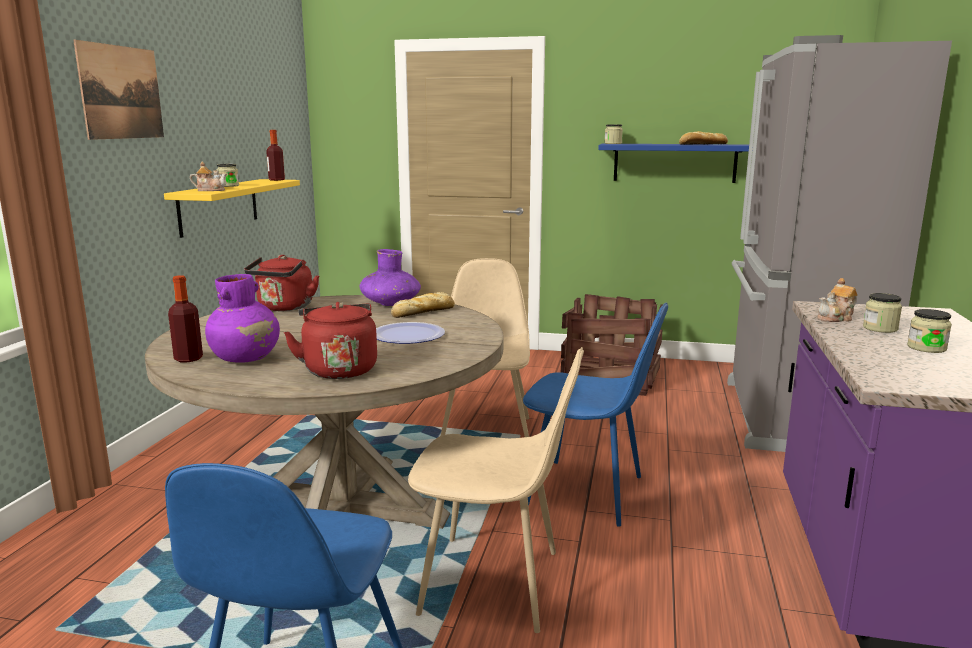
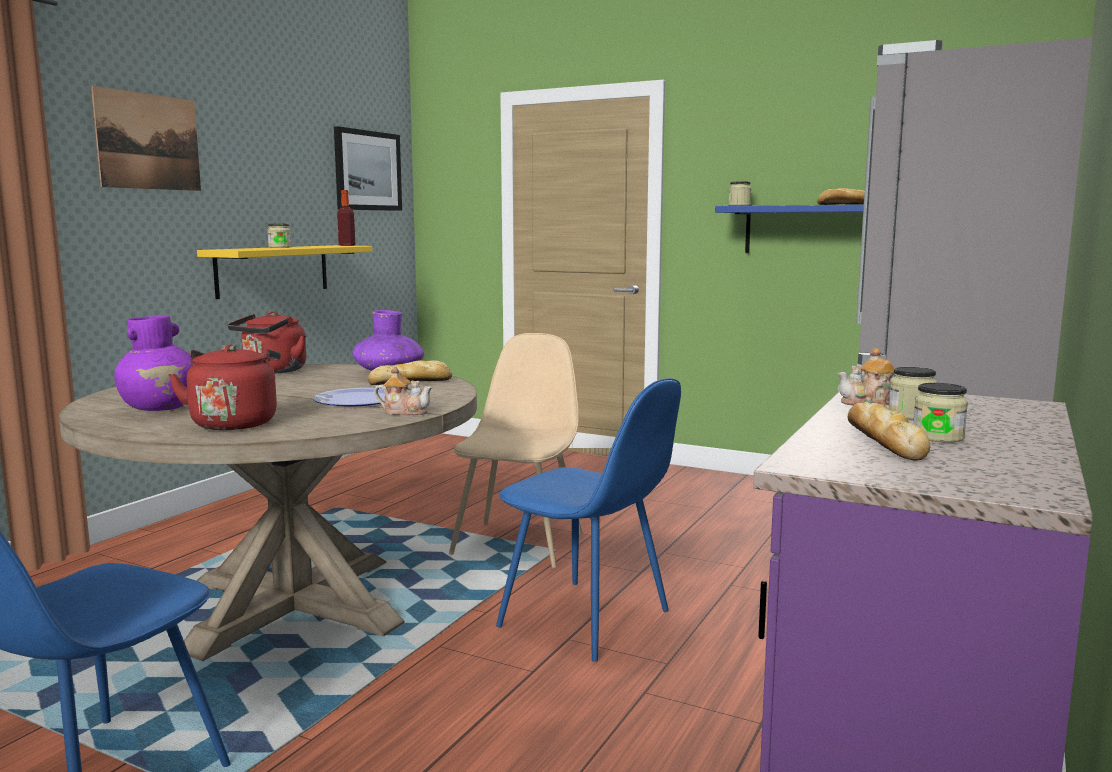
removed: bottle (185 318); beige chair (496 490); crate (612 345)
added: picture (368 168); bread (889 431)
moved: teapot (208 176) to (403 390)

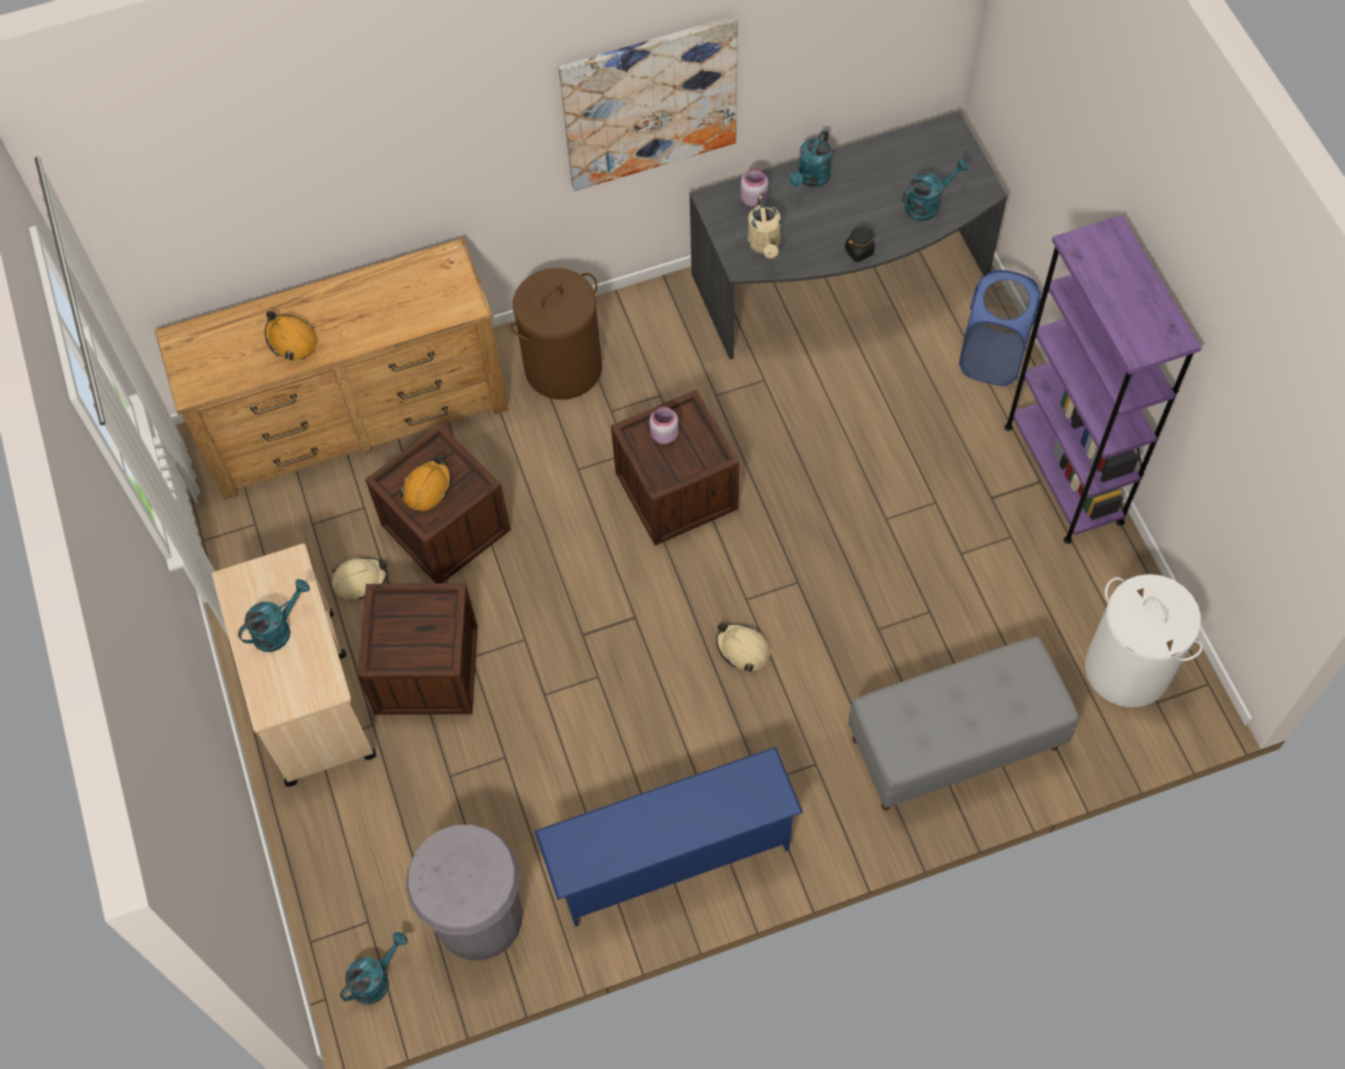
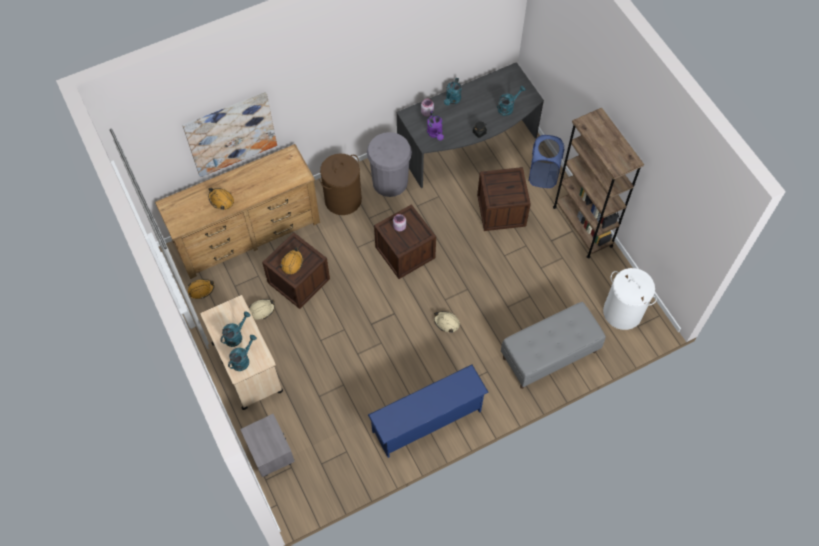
added: orange hard hat (201 289); grey nightstand (267 445)
moved: picture (648 103) to (229 134); turquoise watering can (374 968) to (242 353); grey trash can (464 892) to (389 164); crate (418 649) to (504 199)
recoloured: beige watering can (764 227) to purple watering can (435 125); purple bookcase (1103 379) to brown bookcase (598 183)

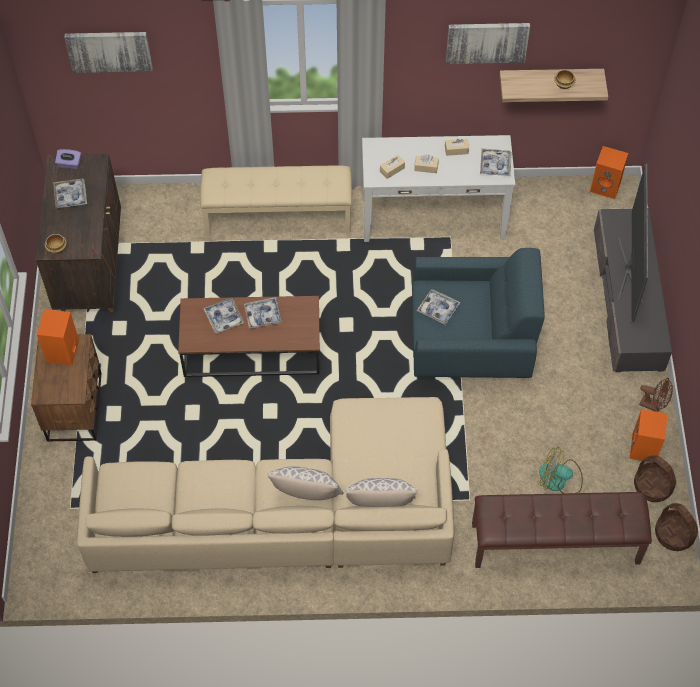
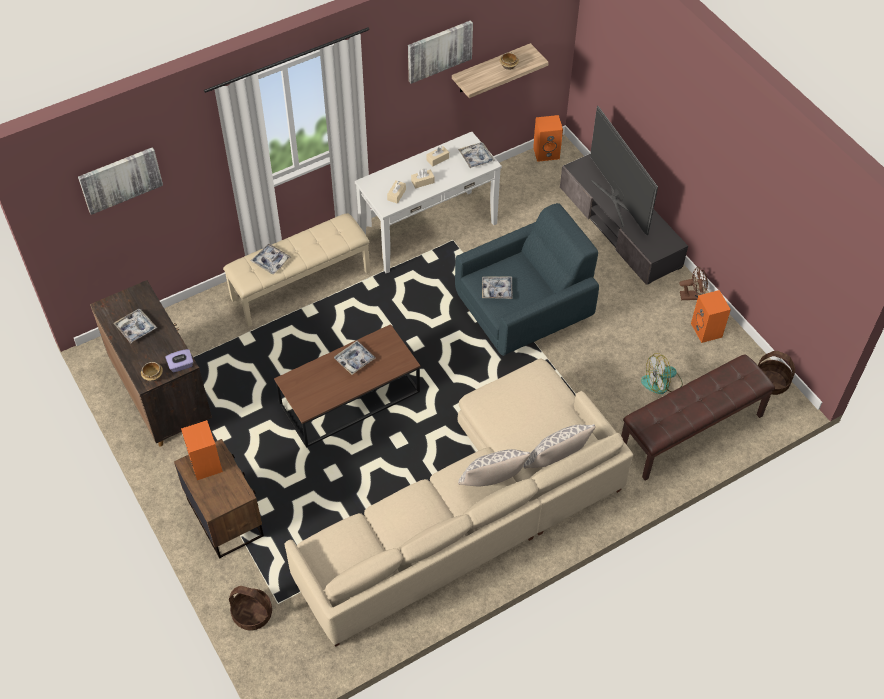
moved: purple tissue box (68 159) to (179 360); basket (655 479) to (250 608); tray (223 316) to (271 259)

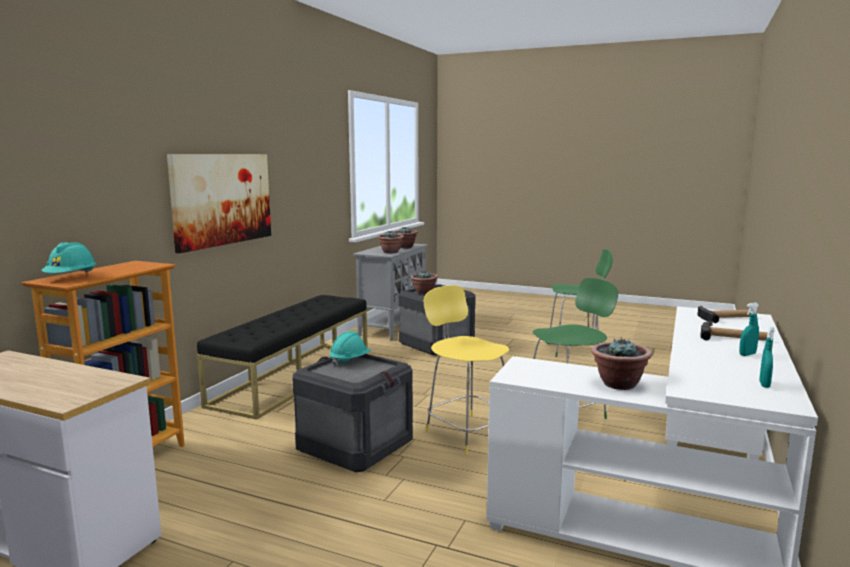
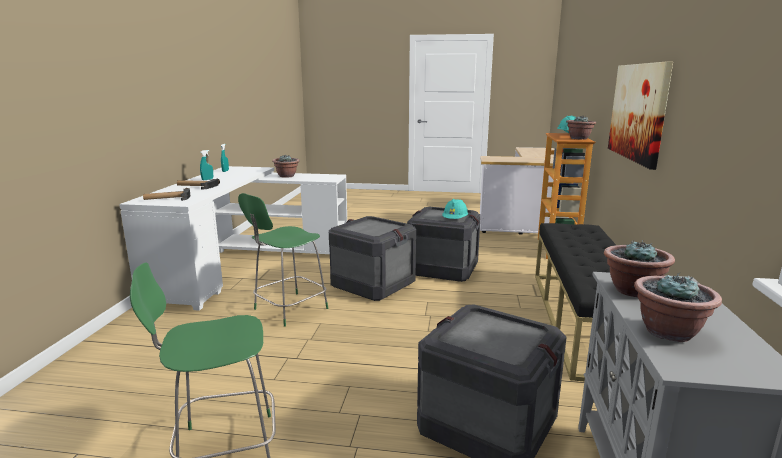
moved: potted plant (424 282) to (581 128)
replaced: yellow stool (467 370) to crate (372 258)

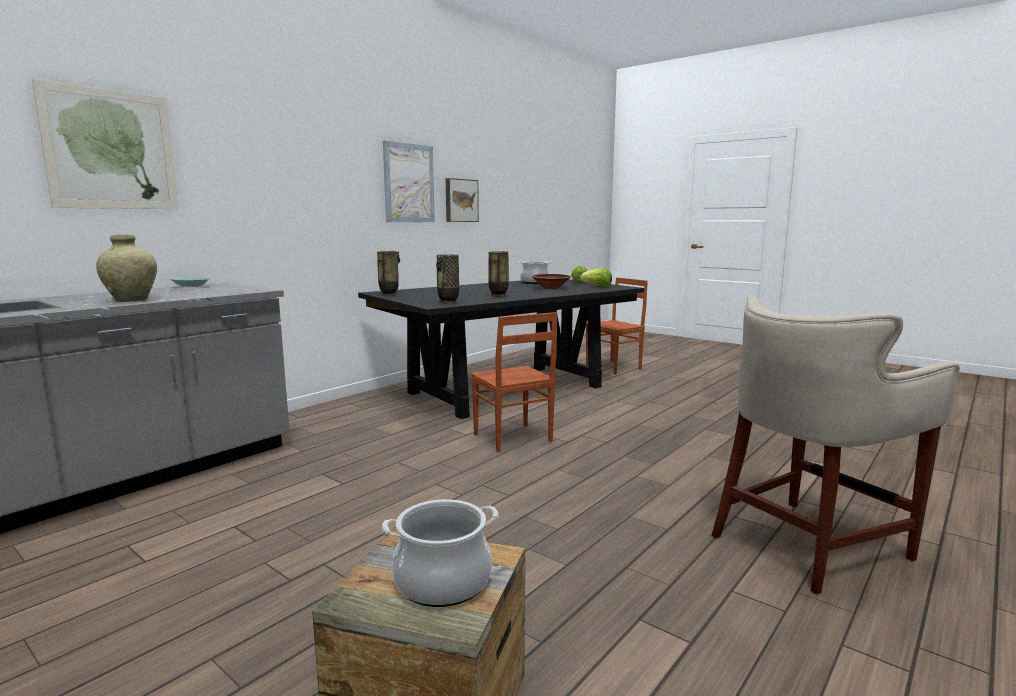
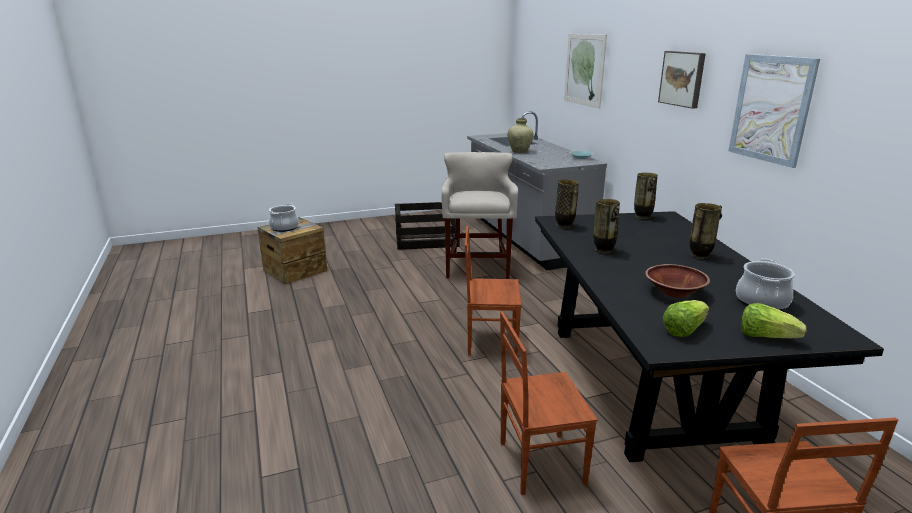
added: crate (427 226); brown chair (549 403); vase (706 231)
moved: beige stool (835 445) to (480 215); picture (462 200) to (682 80)

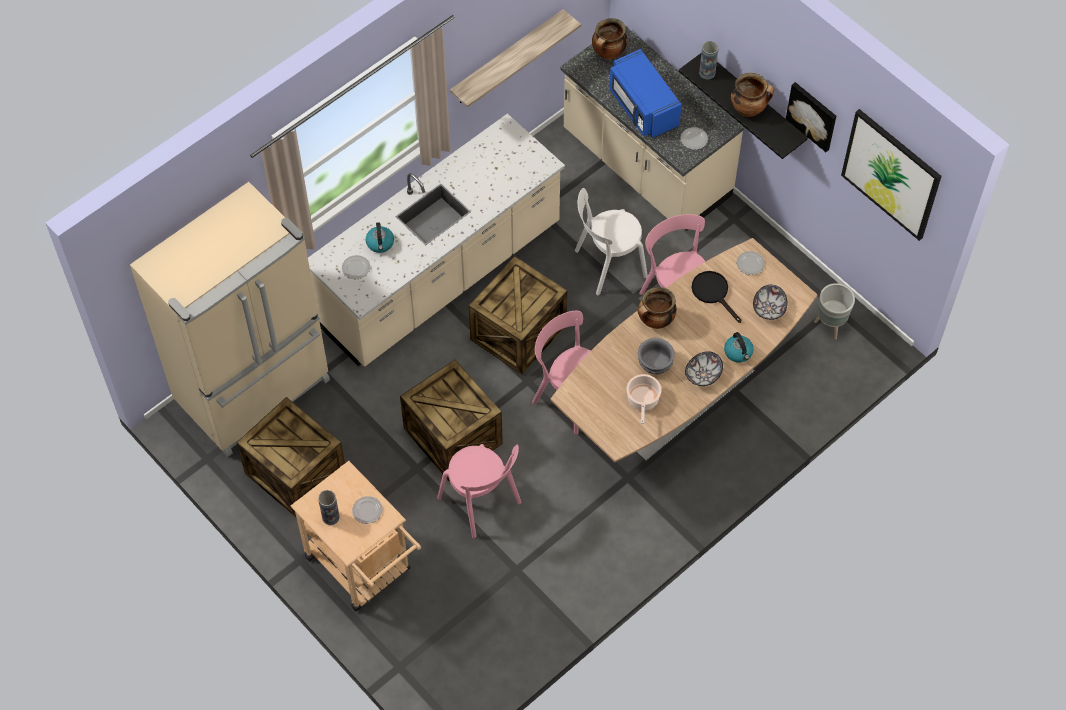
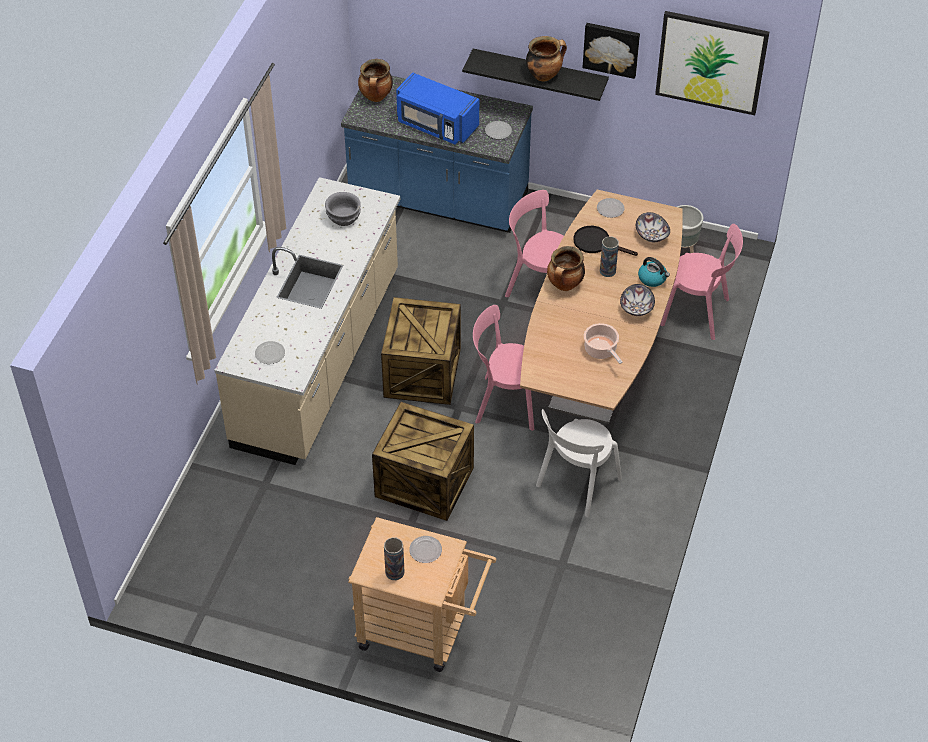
removed: beige fridge (230 319); crate (290 457); kettle (380 237); shelf (515 58)
moved: grey bowl (656 356) to (343 209); white chair (611 241) to (579 463); vase (709 60) to (609 256); pink chair (479 491) to (701 282)
recoloured: beige counter (652 128) to blue counter (437 154)

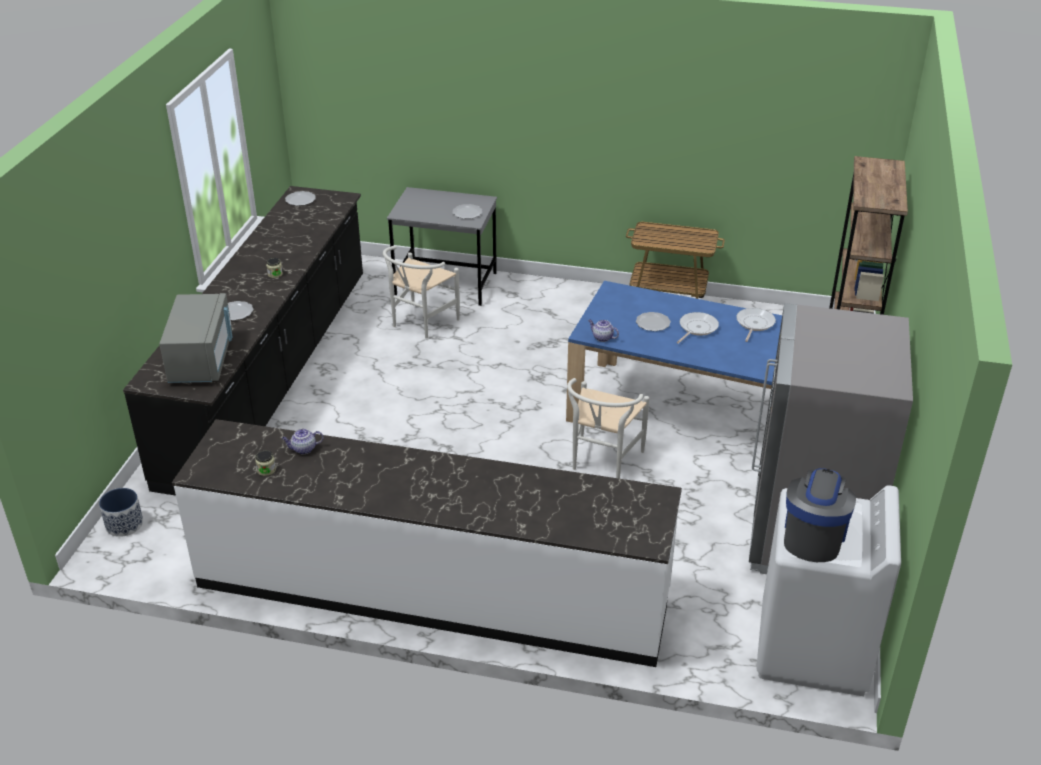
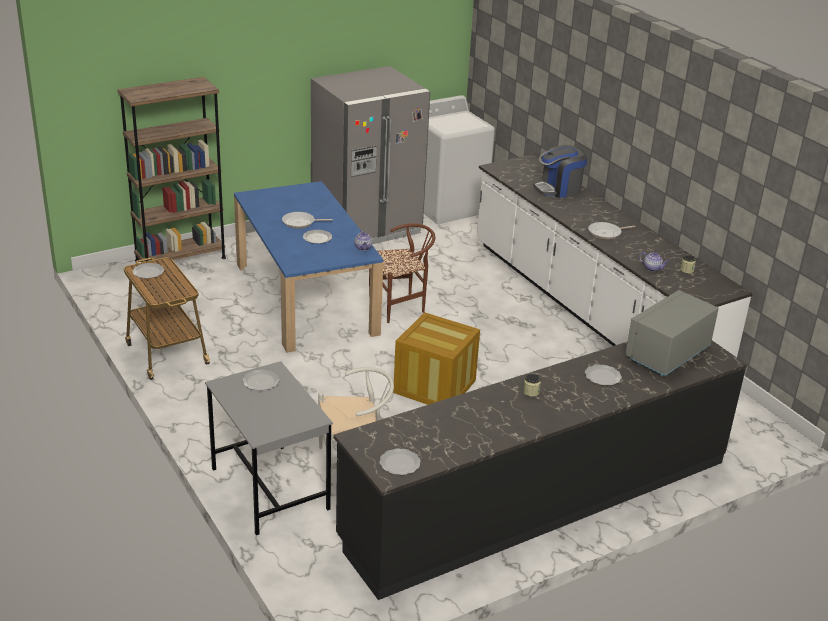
removed: planter (121 512)
added: plate (148 271); crate (436 358)
moved: coffee machine (820 515) to (560 171); frying pan (756 325) to (612 230)
recoloured: white chair (608 428) to brown chair (402 273)

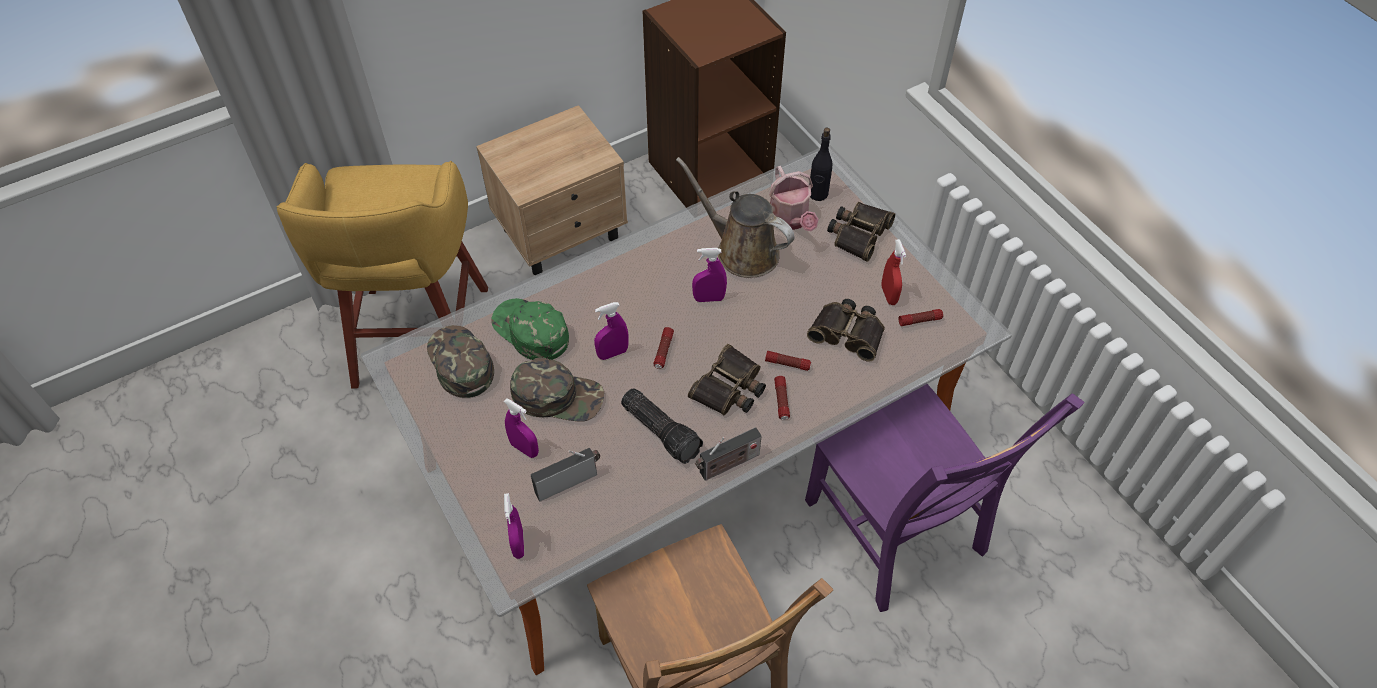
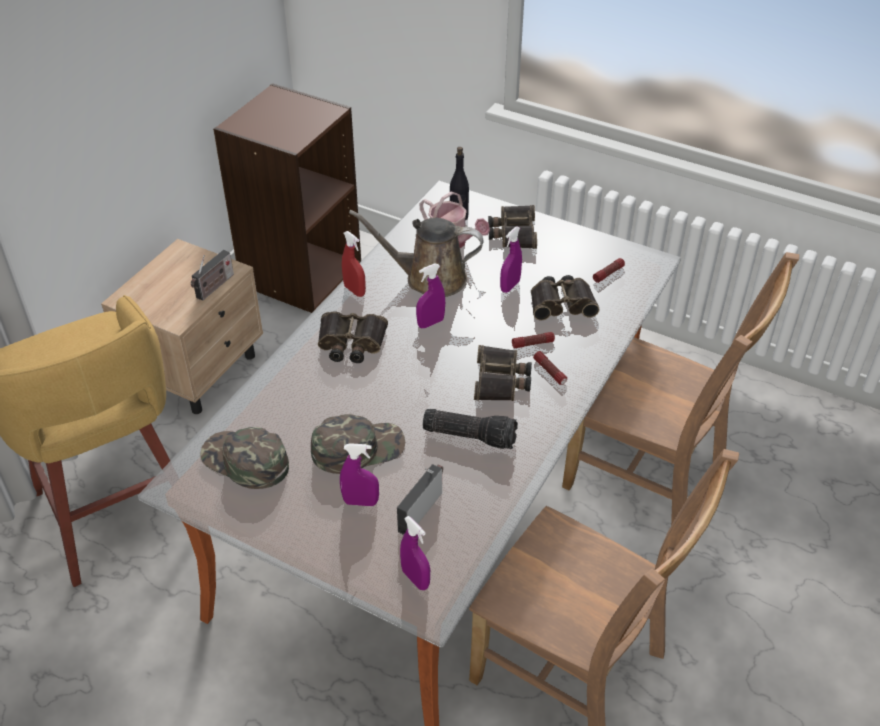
removed: green cap (530 329); flashlight (663 348)
added: binoculars (353 337)
moved: radio (728 454) to (212 275); red spray bottle (893 272) to (354 264); purple spray bottle (611 331) to (511 259)
recoloured: purple chair (945 498) to brown chair (680 388)

